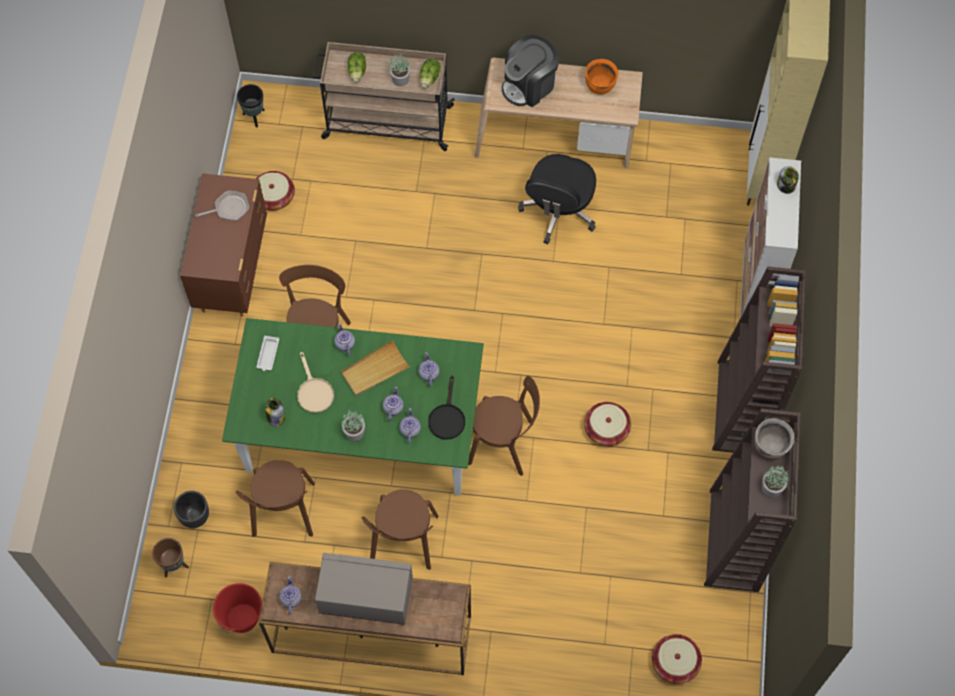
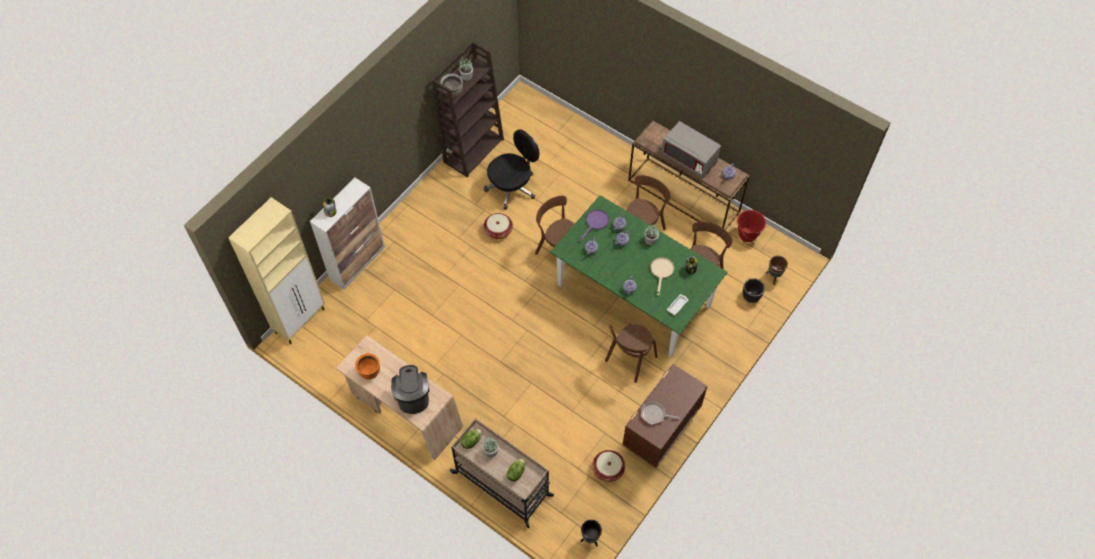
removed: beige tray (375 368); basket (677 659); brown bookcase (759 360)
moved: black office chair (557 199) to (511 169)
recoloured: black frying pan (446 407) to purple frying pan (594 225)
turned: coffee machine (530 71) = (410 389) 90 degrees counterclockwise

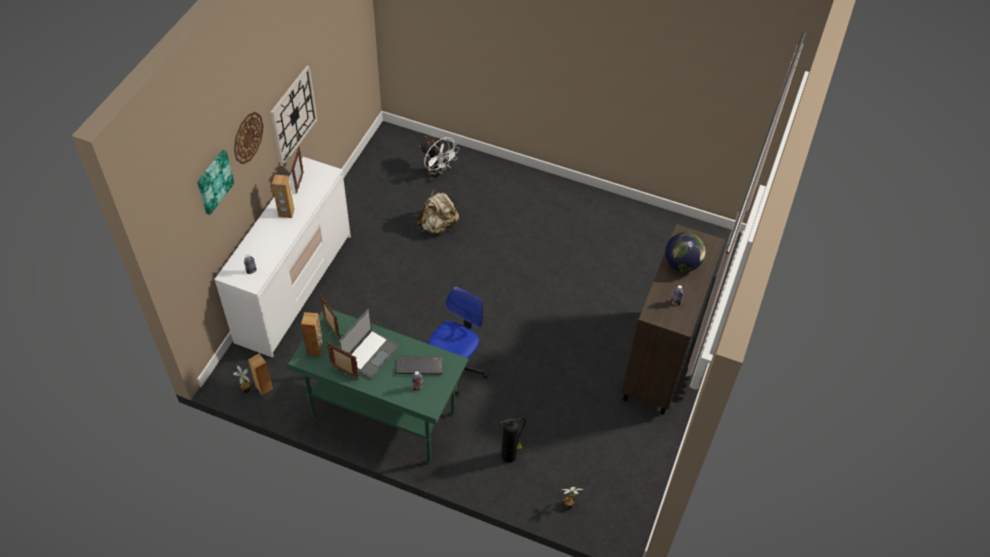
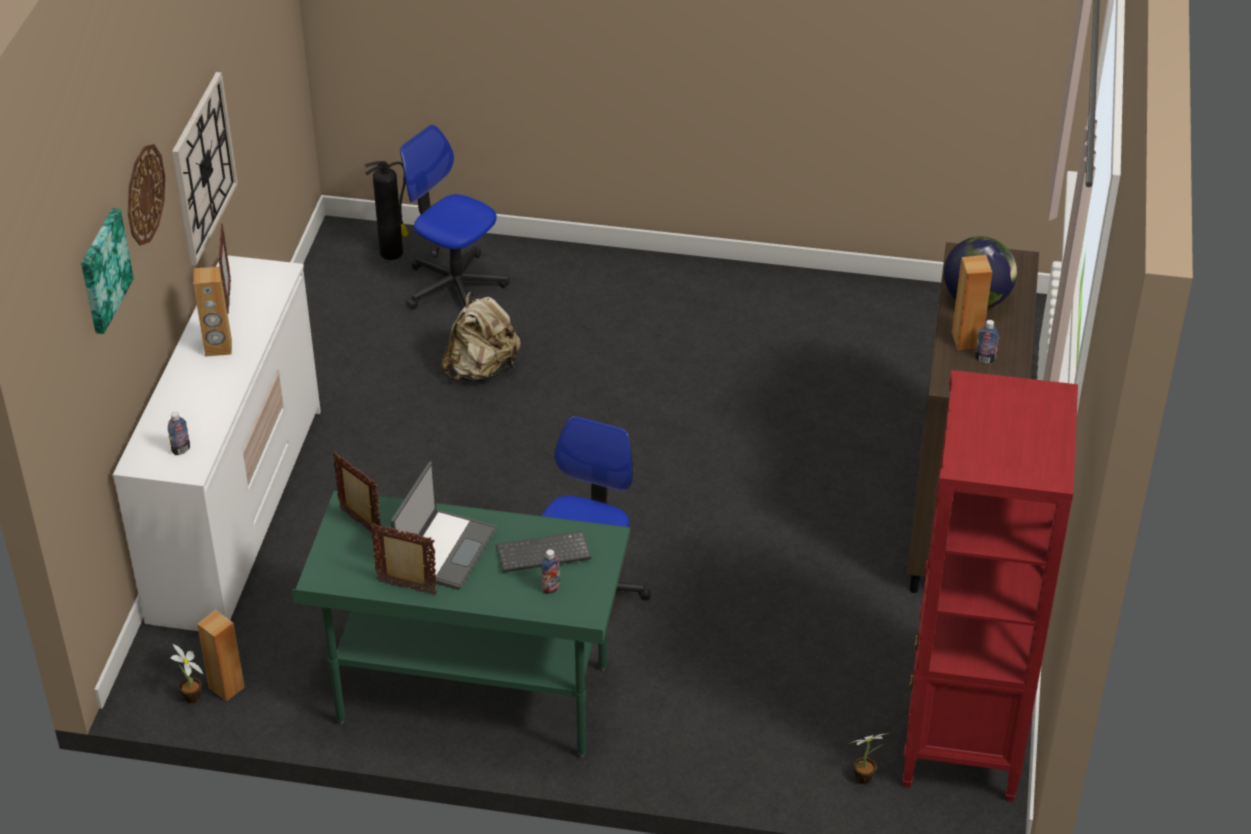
added: red bookcase (990 586)
moved: fire extinguisher (512 440) to (386 210); brown speaker (312 334) to (972 302)
replaced: white fan (439 159) to office chair (455 217)

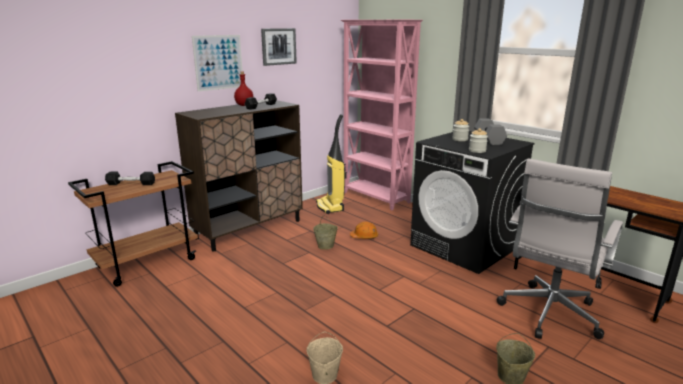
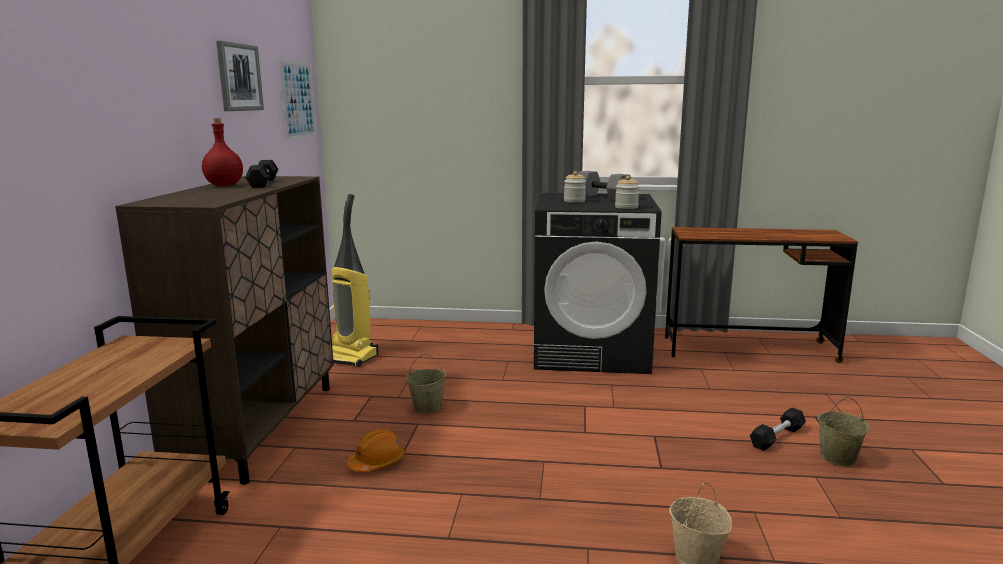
removed: pink bookcase (382 115); white office chair (560 249)
moved: picture (217 63) to (297 100); orange hard hat (364 230) to (375 450); black dumbbell (130 178) to (778 429)

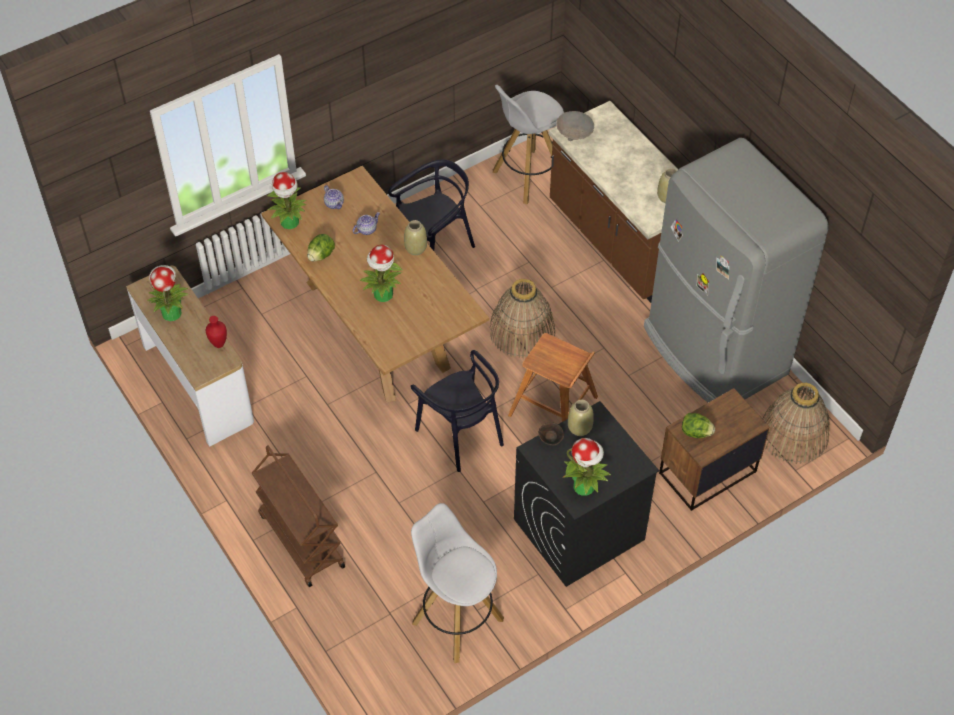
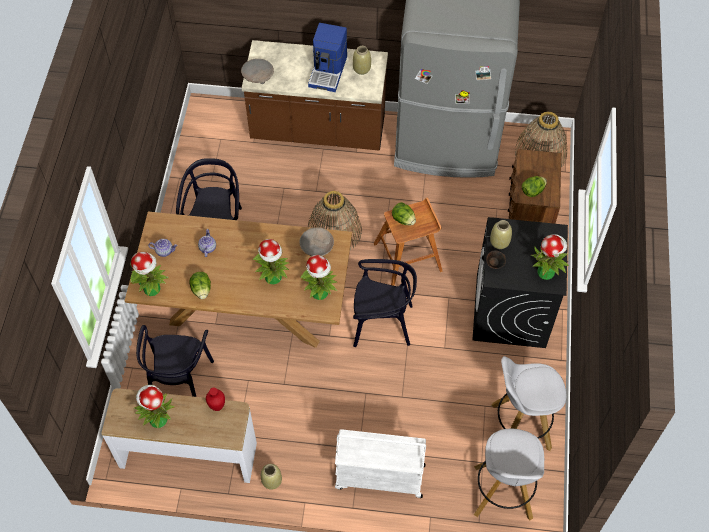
added: black chair (175 361); beige bowl (316 242); potted plant (319 277); coffee machine (327 57); lettuce (404 214)
moved: beige vase (415 237) to (271 477); white stool (528 144) to (509 474)
recoloured: brown cart (298 516) to white cart (380 463)

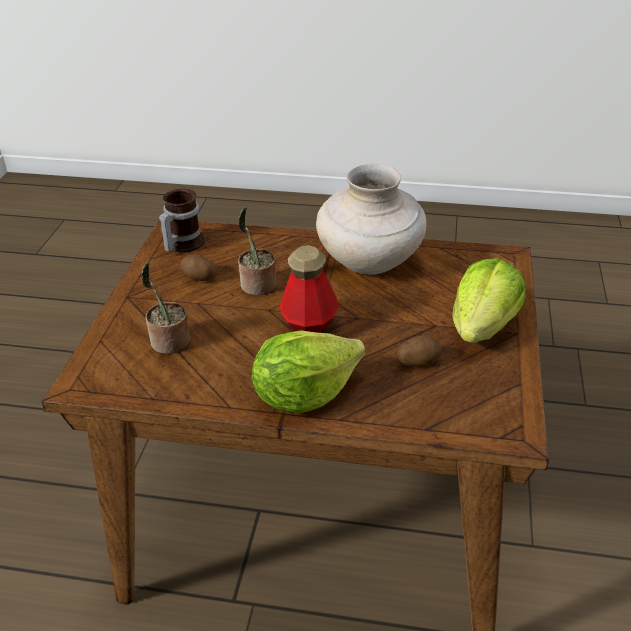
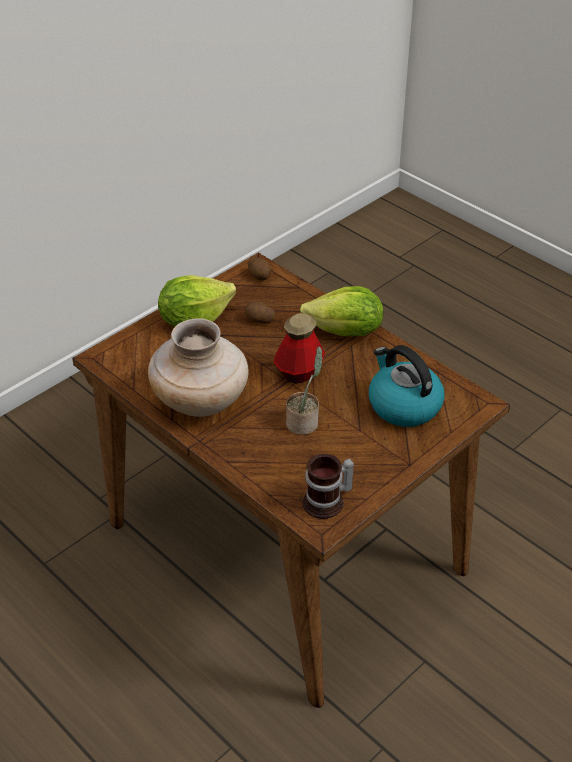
moved: potato (198 268) to (259 268)
replaced: potted plant (165 308) to kettle (407 386)

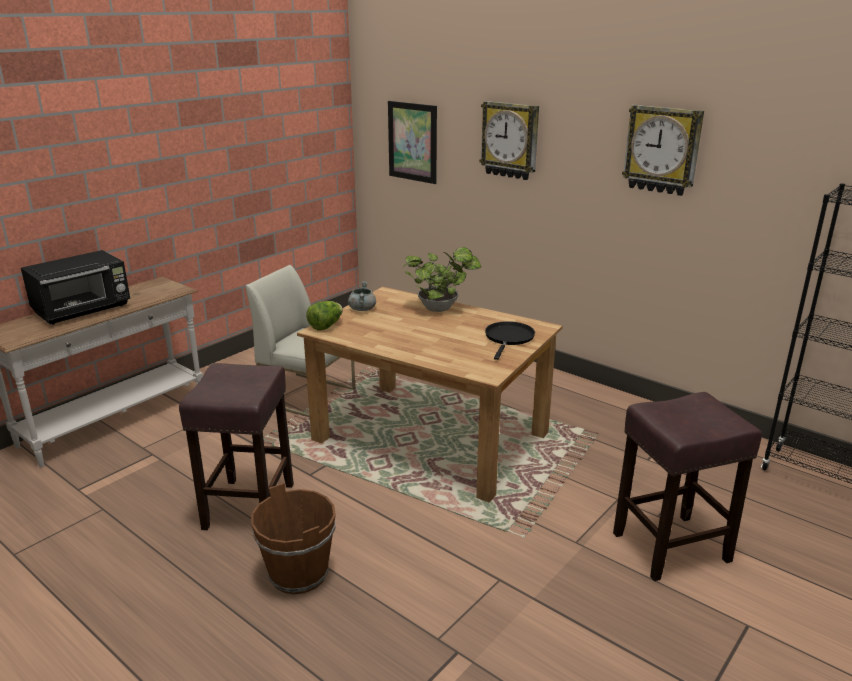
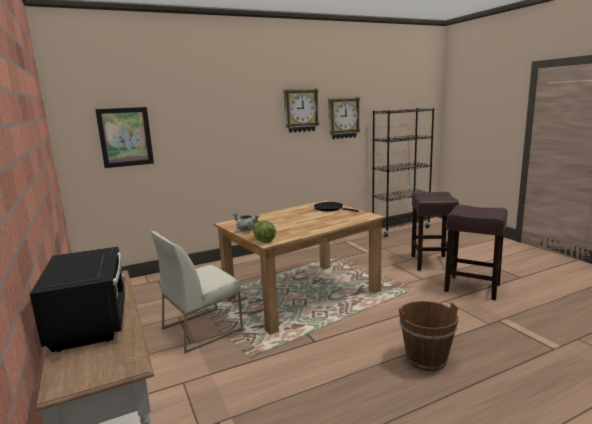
removed: potted plant (442 279)
moved: wall clock (509 140) to (344 118); brown stool (236 446) to (476 253)

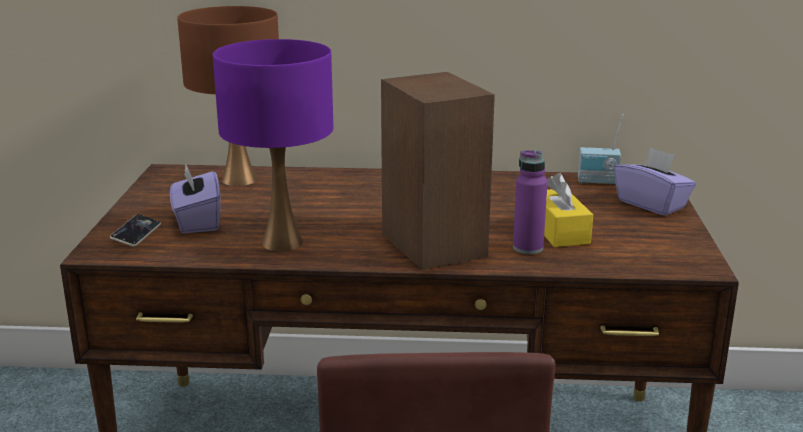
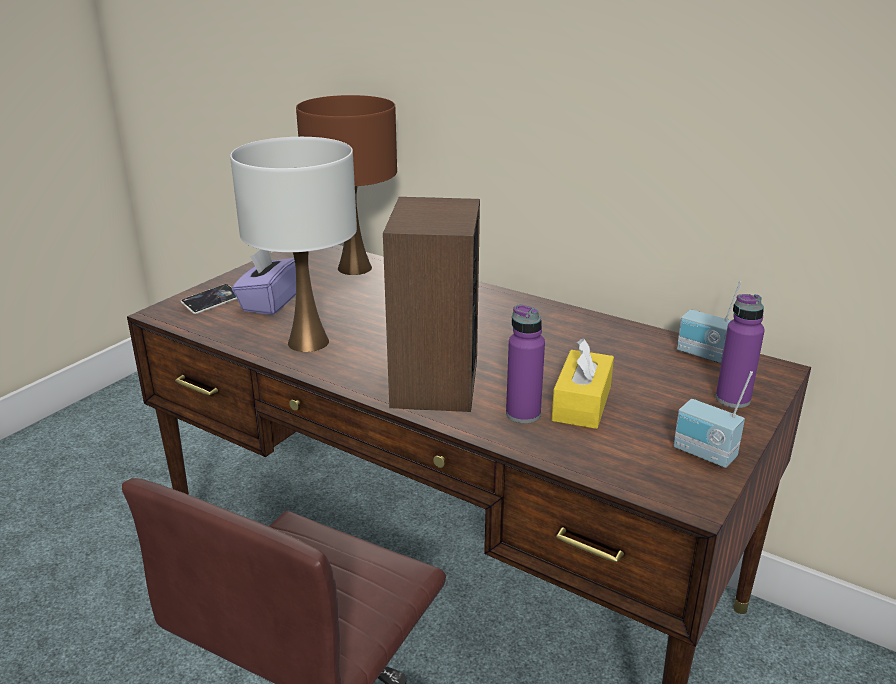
added: radio (713 419)
replaced: purple tissue box (655 181) to purple bottle (740 351)
recoloured: purple table lamp (273 145) to white table lamp (293 244)

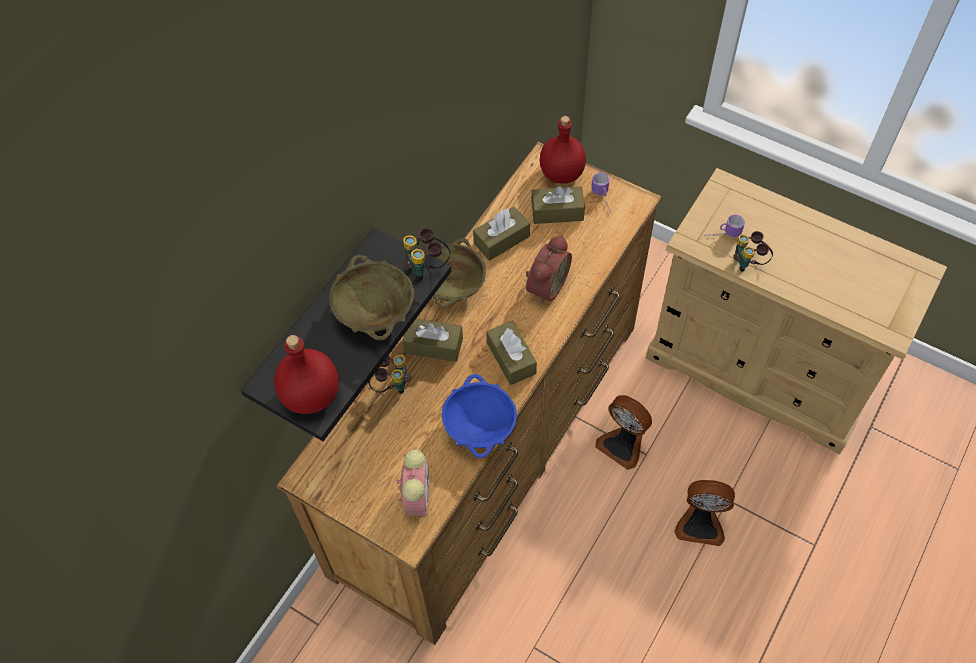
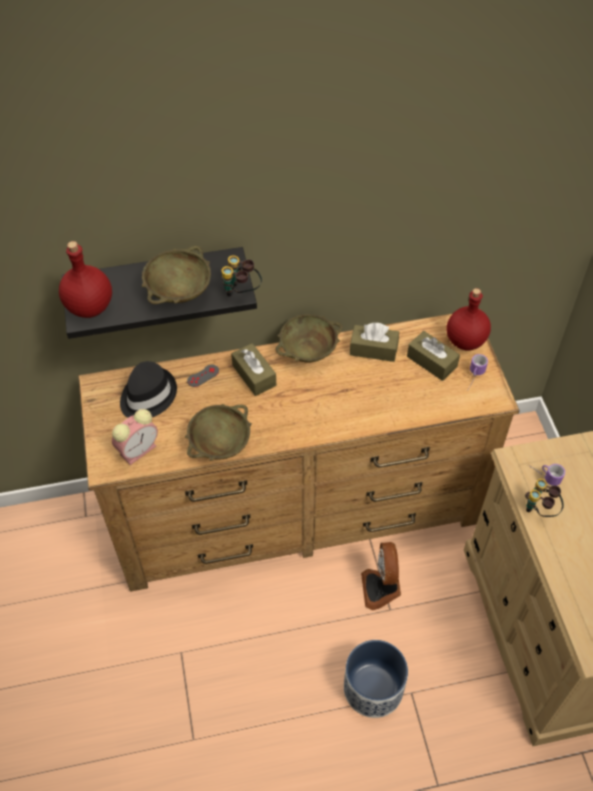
removed: brown tissue box (511 353); alarm clock (549 269)
added: black hat (148 389)
replaced: binoculars (389 374) to grey game controller (203 376); fan (704 513) to planter (376 679)
recoloured: blue bowl (479 416) to beige bowl (218 432)

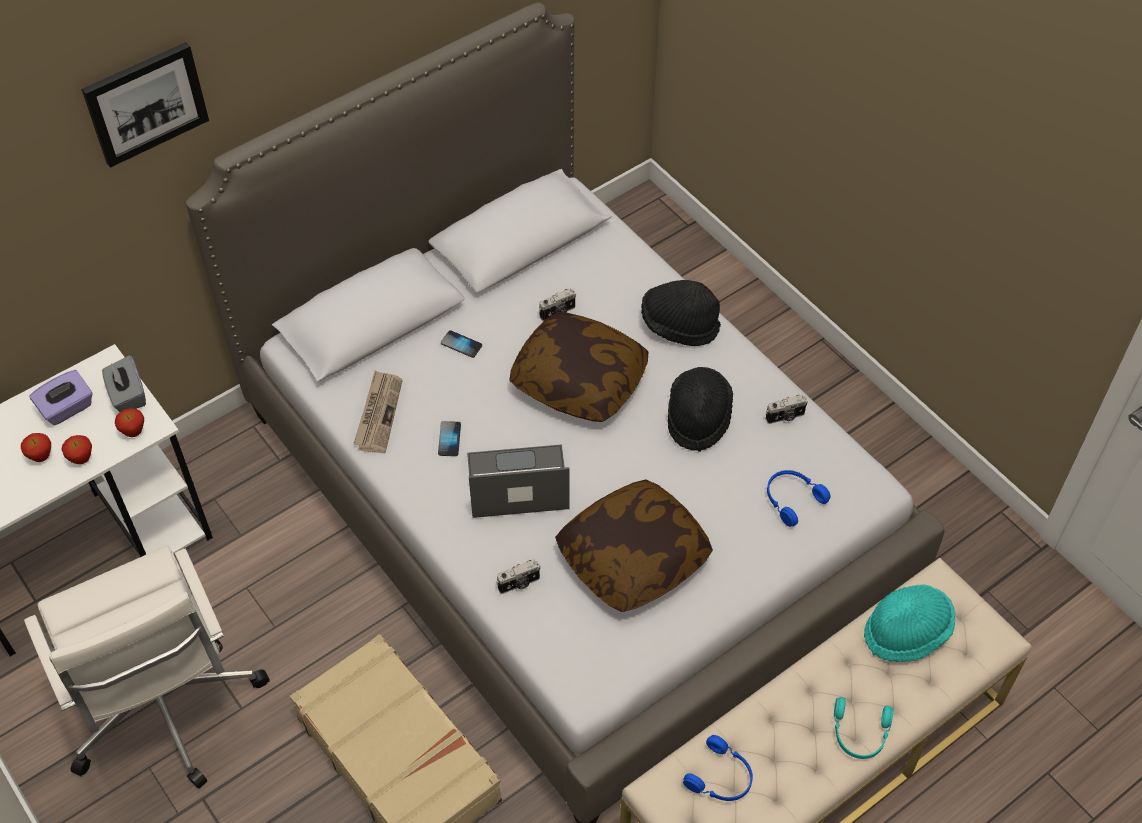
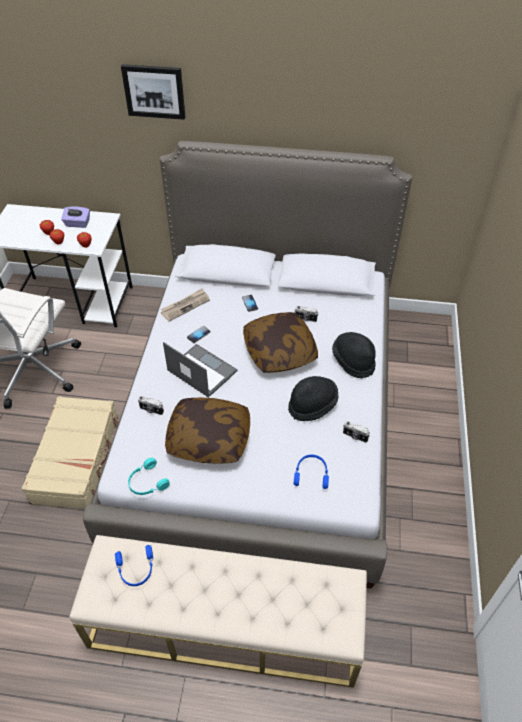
removed: grey tissue box (124 383); turquoise hat (909 623)
moved: turquoise headphones (863 728) to (149 476)

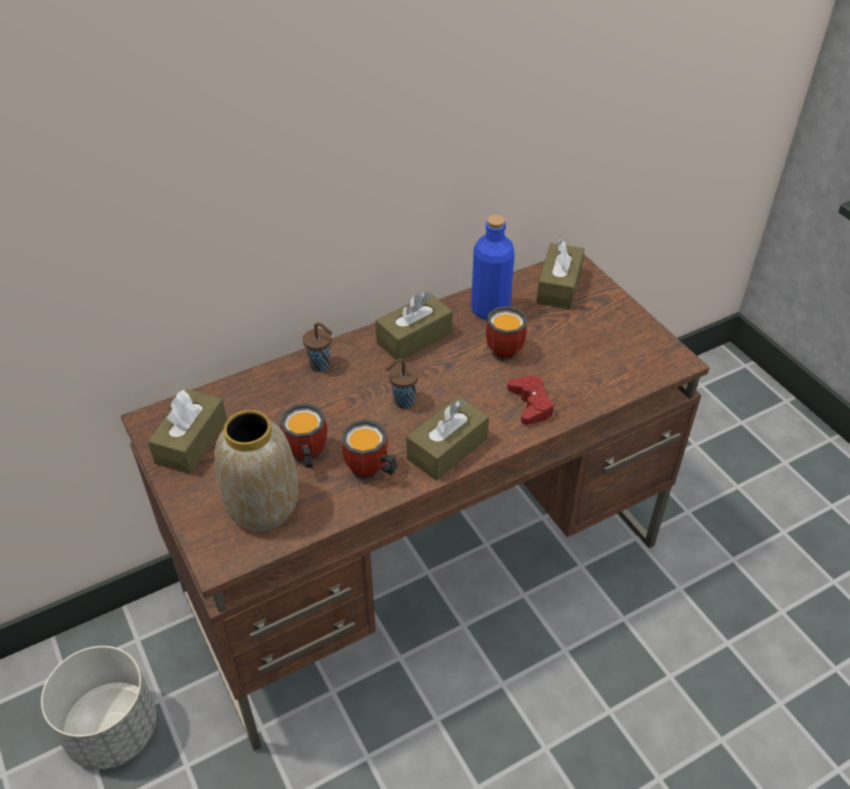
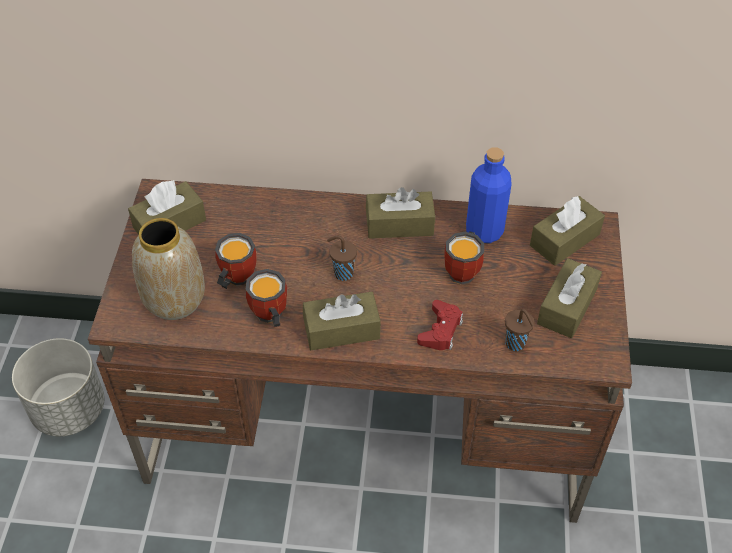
added: brown tissue box (569 298)
moved: brown cup (318 347) to (519 330)

